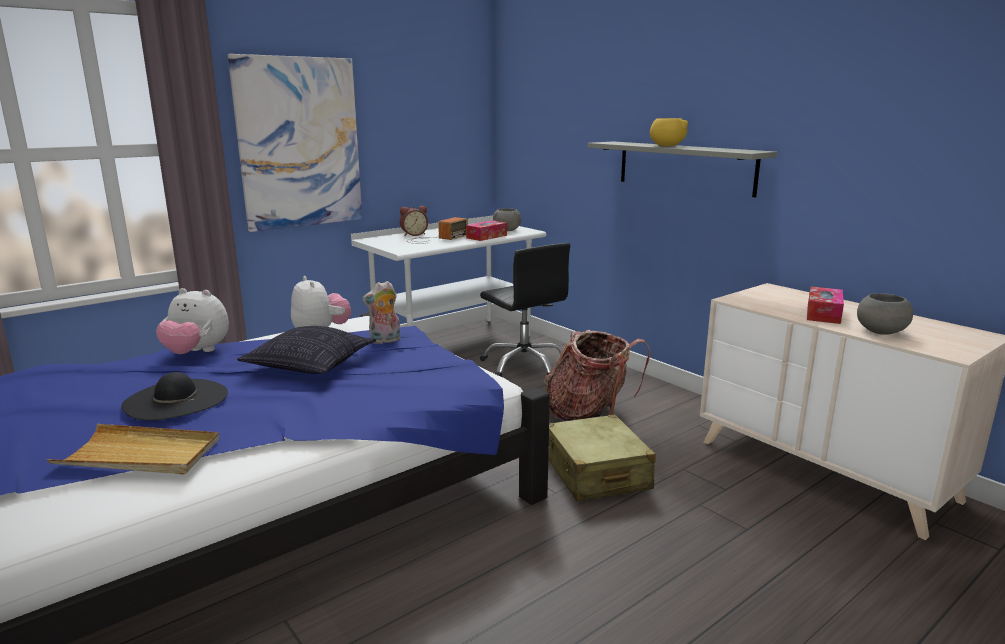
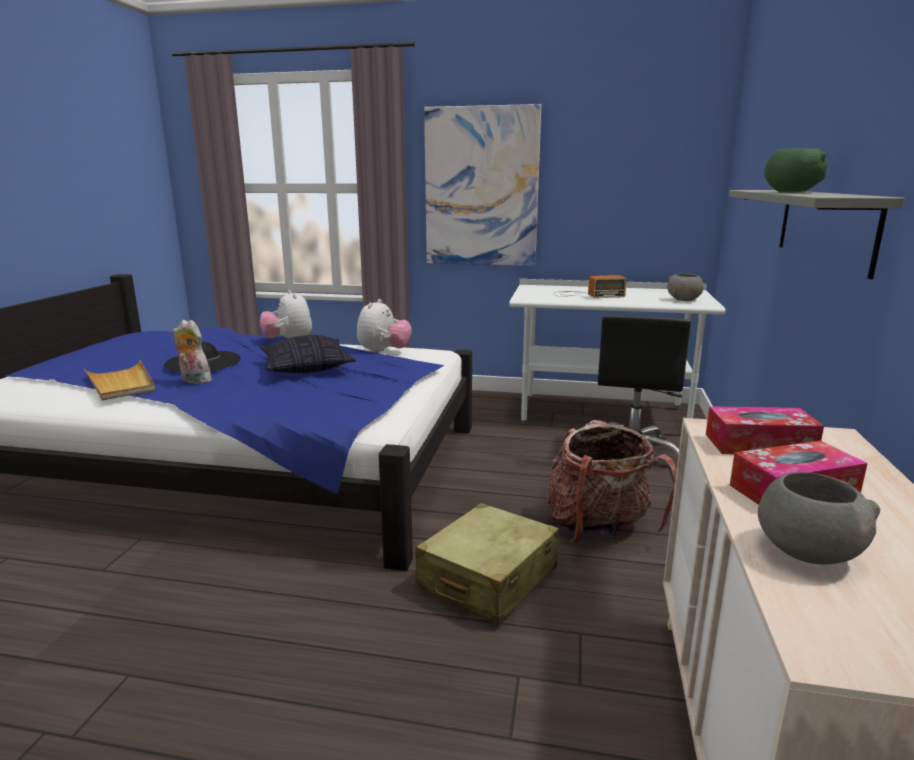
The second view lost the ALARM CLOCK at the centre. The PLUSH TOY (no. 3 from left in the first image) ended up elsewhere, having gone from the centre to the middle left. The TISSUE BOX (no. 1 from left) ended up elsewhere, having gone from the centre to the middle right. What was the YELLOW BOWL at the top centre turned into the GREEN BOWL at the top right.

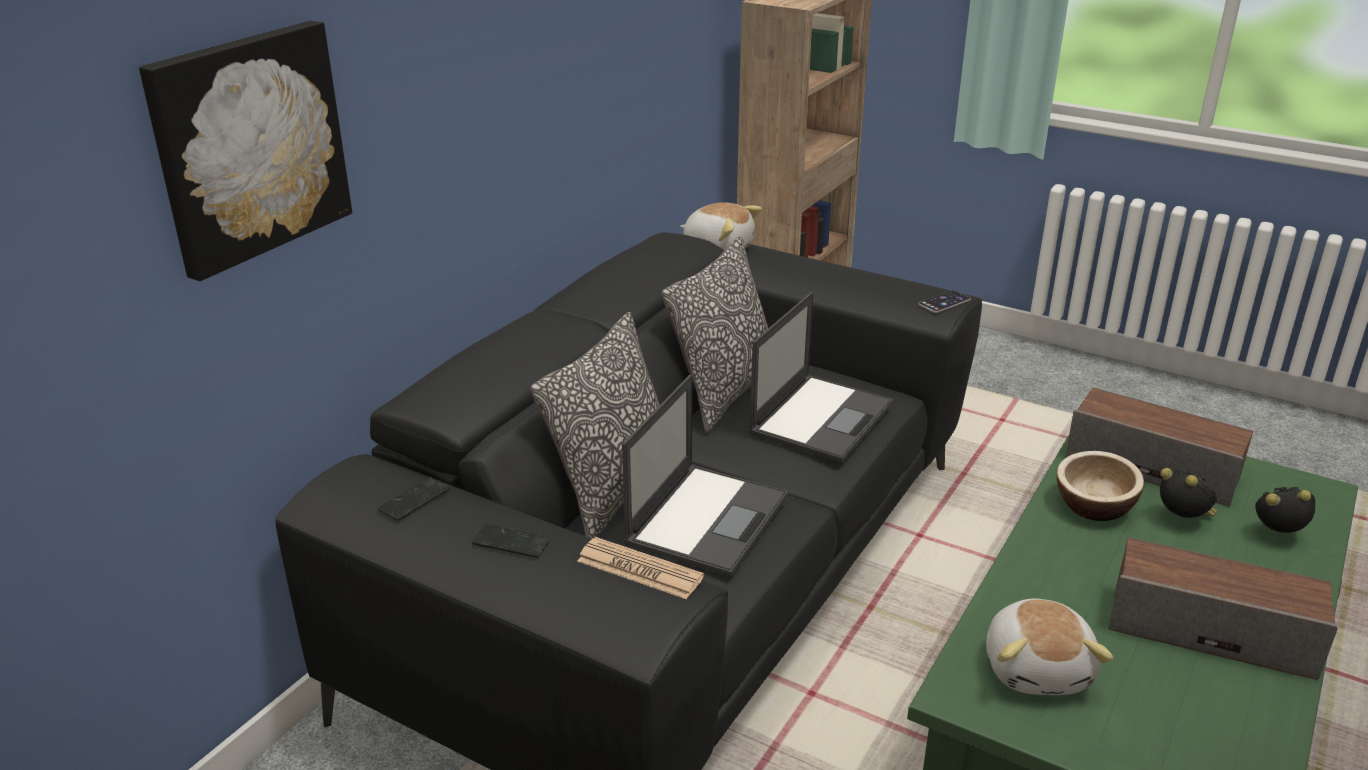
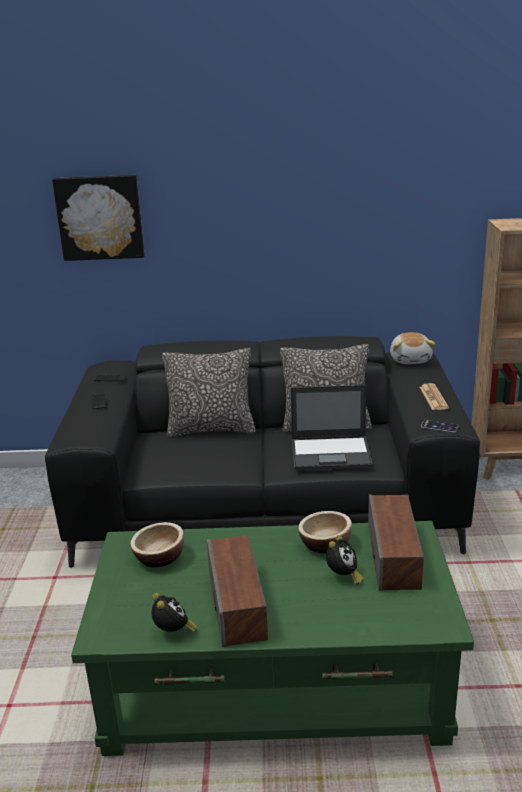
The second view lost the LAPTOP (no. 1 from left) at the centre. The NEWSPAPER ended up elsewhere, having gone from the bottom centre to the middle right. The ALARM CLOCK (no. 2 from left in the first image) ended up elsewhere, having gone from the middle right to the bottom centre. Where the PLUSH TOY (no. 2 from left) stood at the bottom right, the BOWL (no. 1 from left) came to stand at the bottom left.

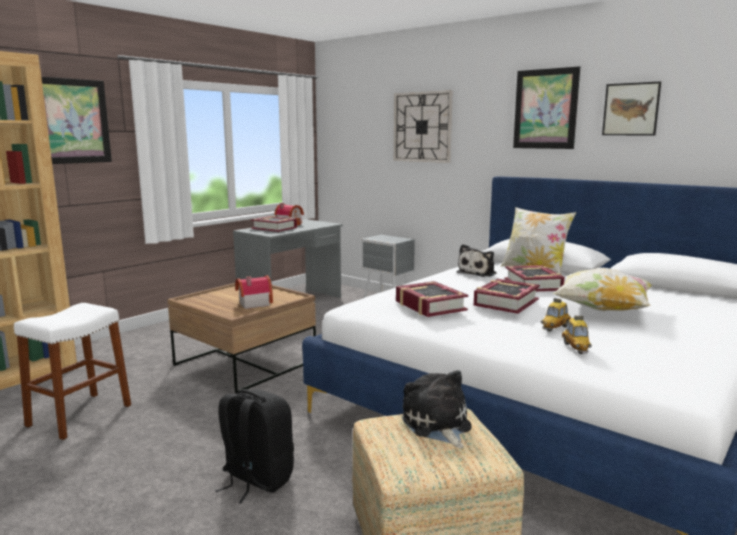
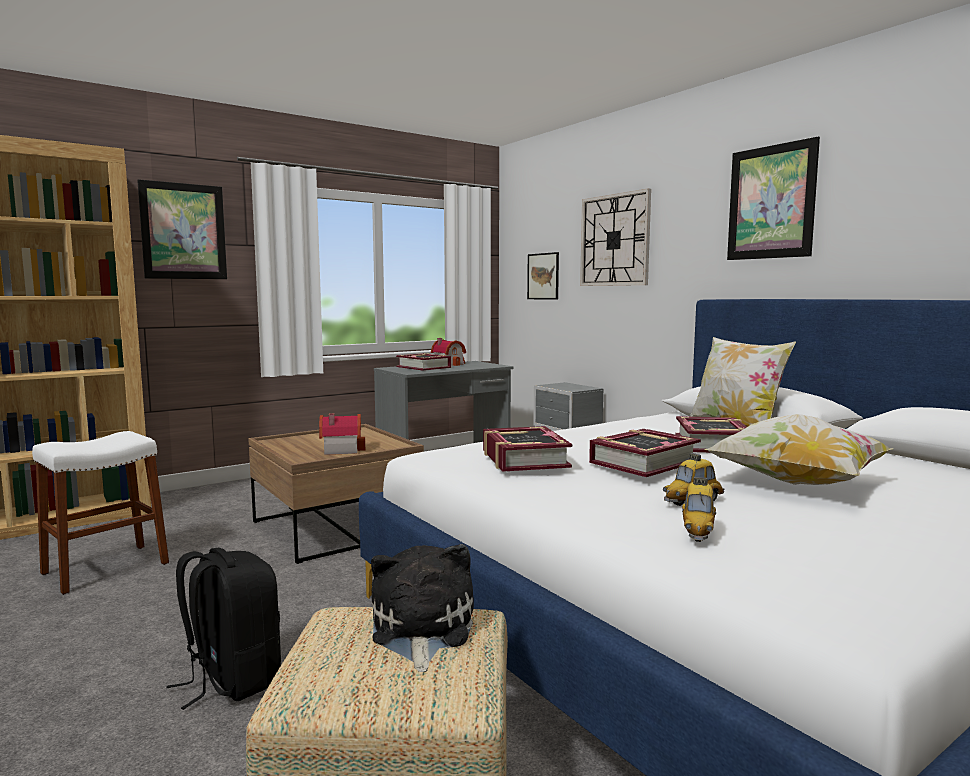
The second view lost the PLUSH TOY (no. 2 from left) at the centre. The PICTURE (no. 3 from left in the first image) ended up elsewhere, having gone from the top right to the centre.

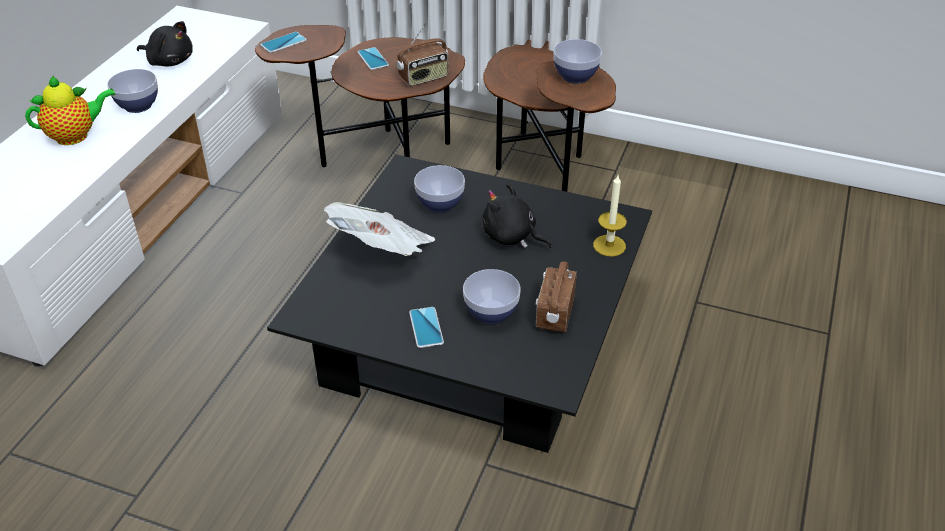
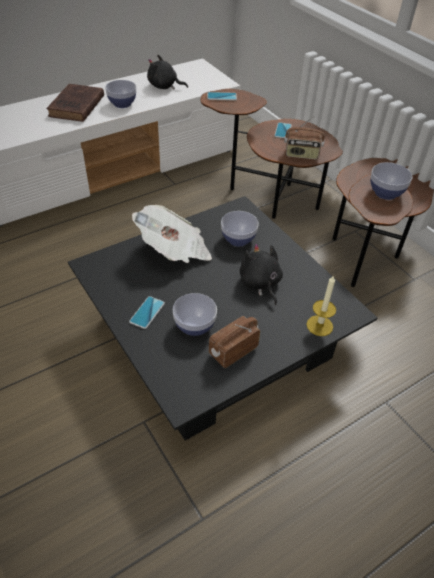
Where the TEAPOT stood at the top left, the BROWN BOOK came to stand at the top left. The BLACK PLUSH TOY (no. 1 from left) at the top left ended up facing another way, 135 degrees clockwise from before.

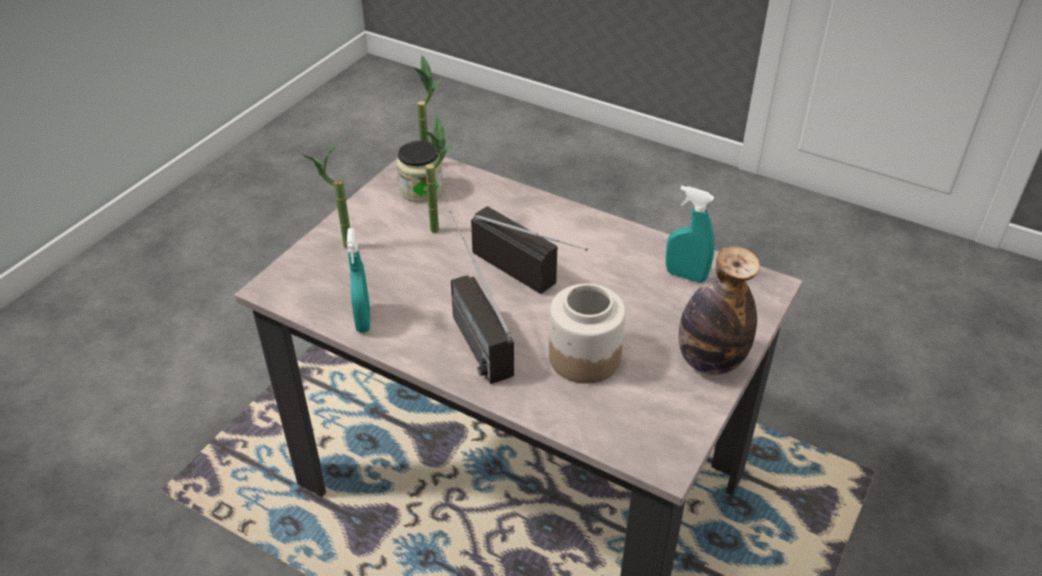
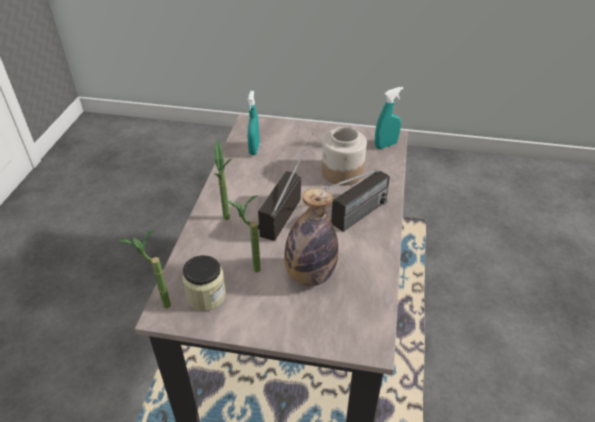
The POTTED PLANT (no. 1 from left in the first image) ended up elsewhere, having gone from the middle left to the centre. The TURQUOISE SPRAY BOTTLE (no. 1 from left in the first image) ended up elsewhere, having gone from the centre to the top centre. The BOTTLE ended up elsewhere, having gone from the middle right to the centre.

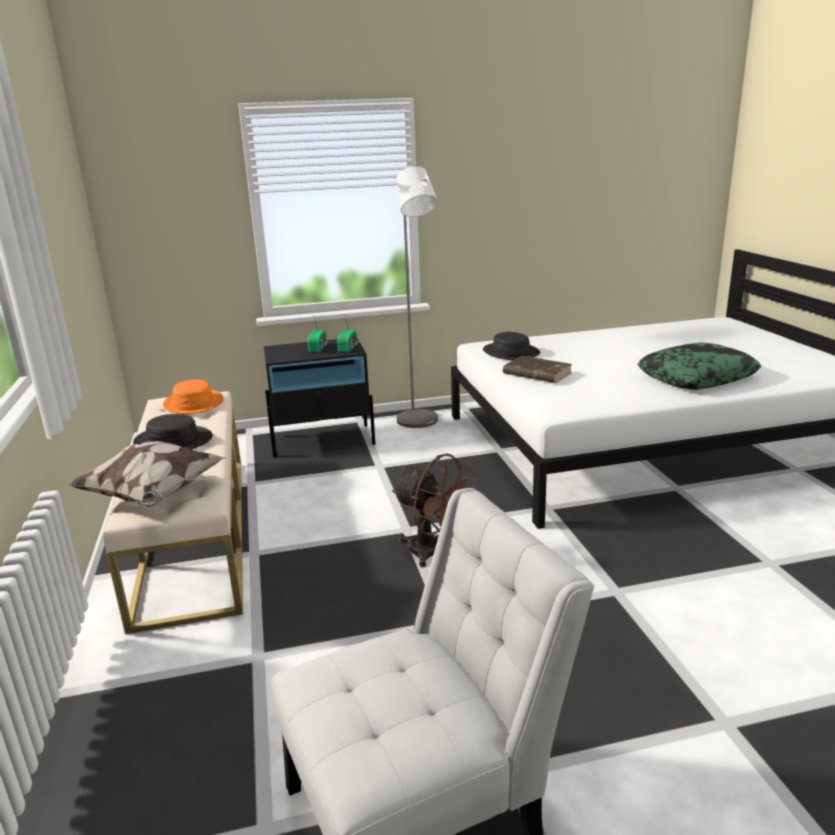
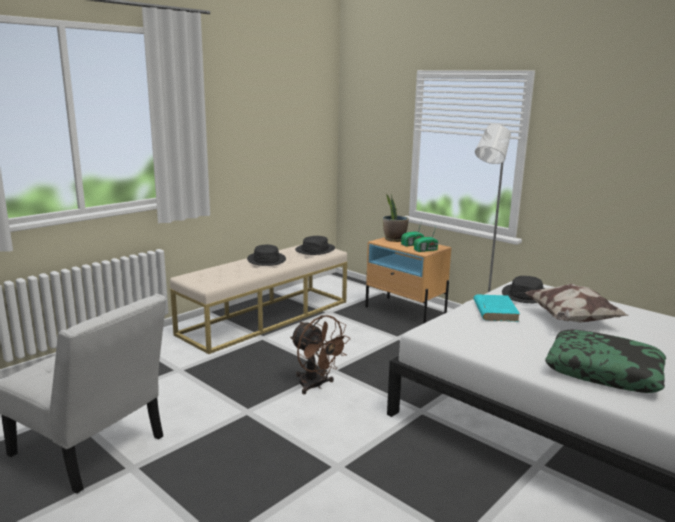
The second view gained the POTTED PLANT at the centre. The PILLOW (no. 1 from left) ended up elsewhere, having gone from the middle left to the middle right. What was the ORANGE HAT at the middle left turned into the BLACK HAT (no. 2 from left) at the centre. What was the BLACK NIGHTSTAND at the centre turned into the BEIGE NIGHTSTAND at the centre. What was the BROWN BOOK at the centre turned into the TURQUOISE BOOK at the middle right. The BROWN FAN at the centre ended up facing another way, 45 degrees counterclockwise from before.

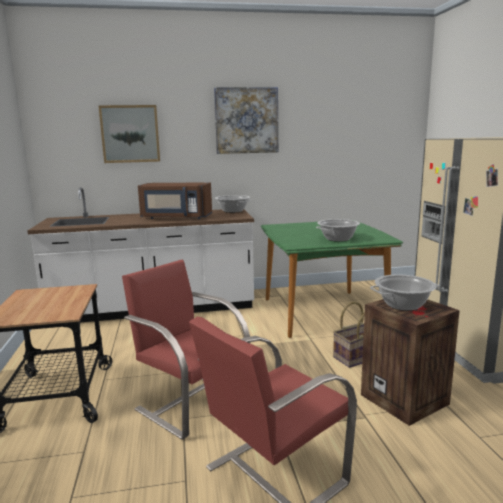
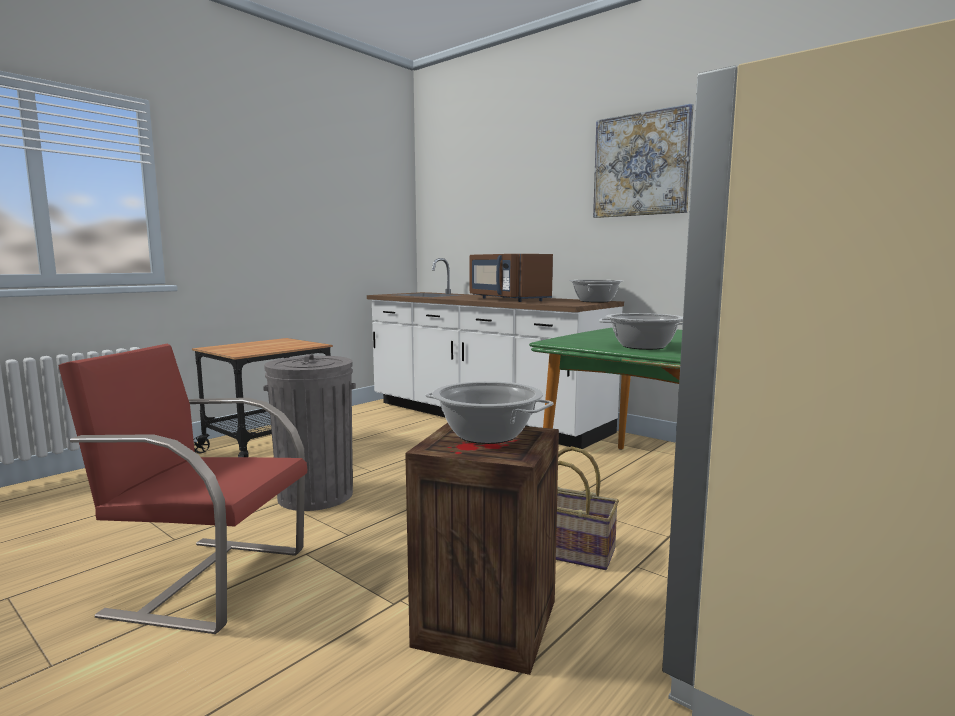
The second view lost the PICTURE (no. 1 from left) at the top left. Where the RED CHAIR (no. 1 from left) stood at the bottom centre, the GREY TRASH CAN came to stand at the middle left.

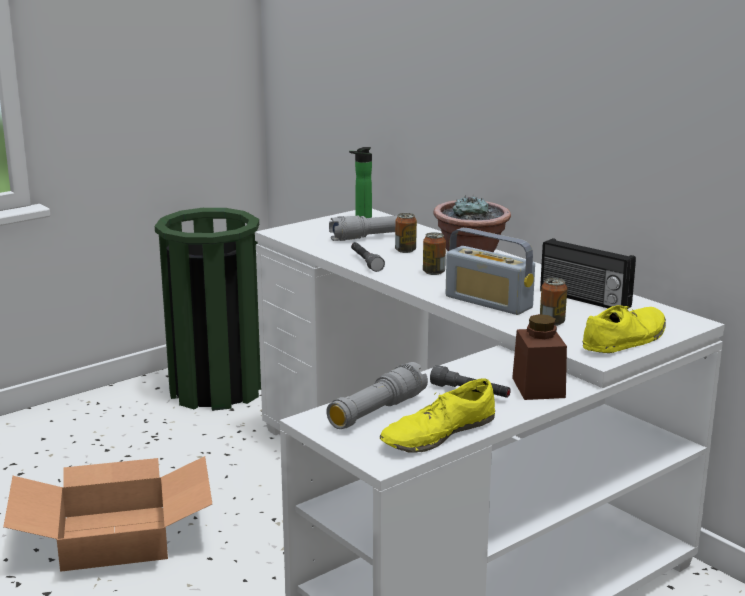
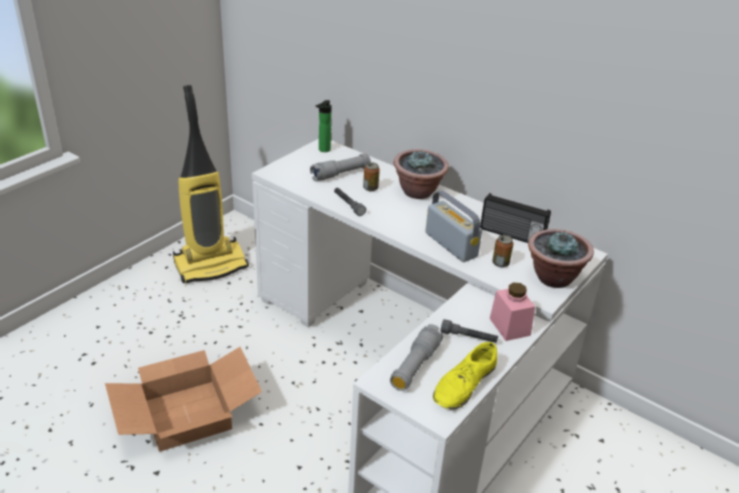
The second view lost the CAN (no. 2 from left) at the centre. Where the GREEN TRASH CAN stood at the middle left, the VACUUM CLEANER came to stand at the middle left. Where the YELLOW SHOE (no. 2 from left) stood at the middle right, the POTTED PLANT (no. 2 from left) came to stand at the middle right. What was the BROWN JAR at the middle right turned into the PINK JAR at the middle right. The RADIO (no. 1 from left) at the centre ended up facing another way, 150 degrees counterclockwise from before.

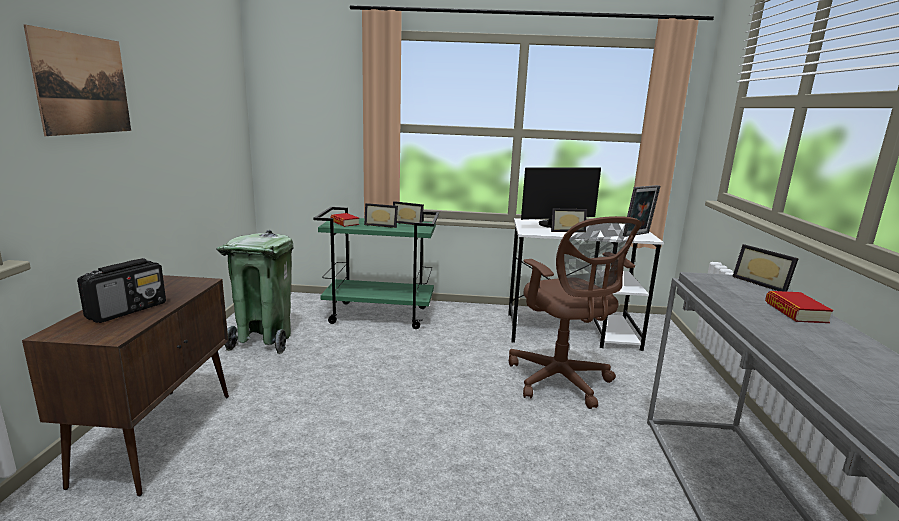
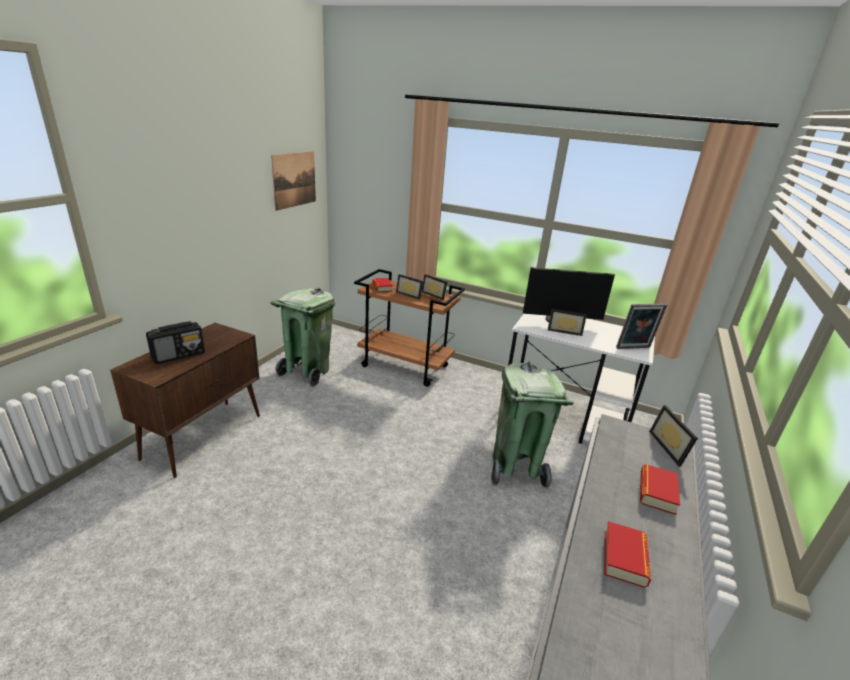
The second view gained the BOOK (no. 2 from left) at the bottom right. The PICTURE ended up elsewhere, having gone from the top left to the top centre. Where the BROWN OFFICE CHAIR stood at the centre, the GREEN TRASH CAN (no. 2 from left) came to stand at the centre. What was the GREEN CART at the centre turned into the BROWN CART at the centre.

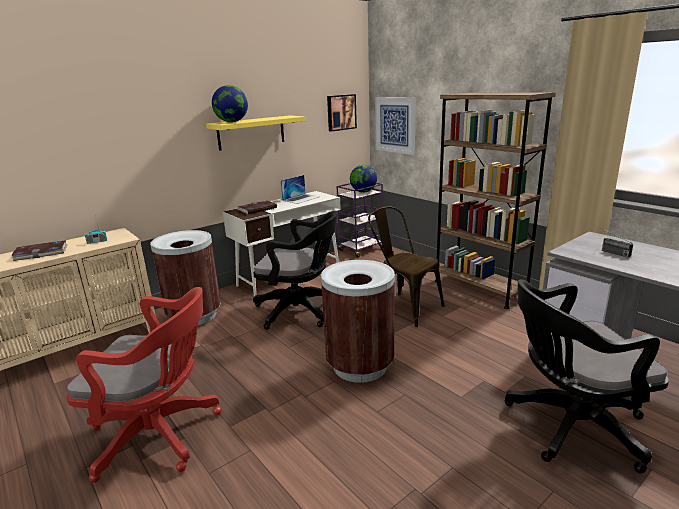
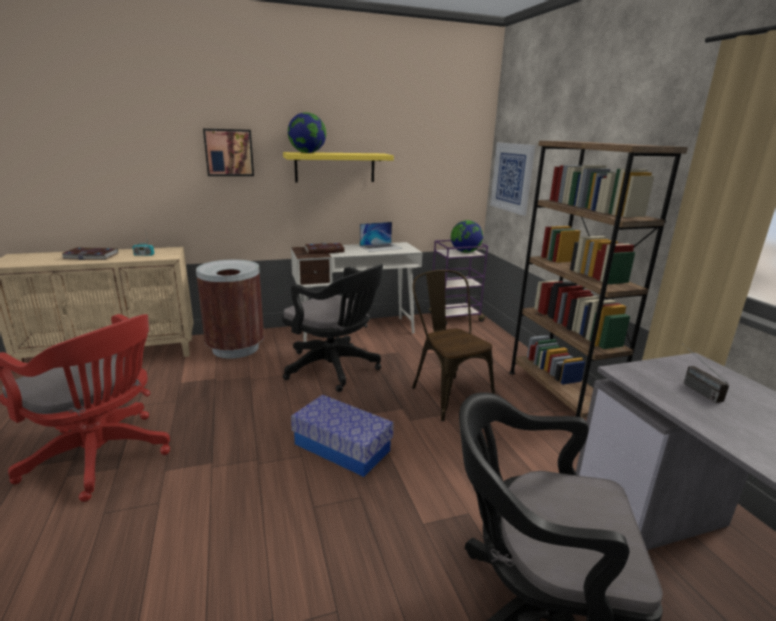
The PICTURE (no. 1 from left) ended up elsewhere, having gone from the top centre to the top left. Where the BROWN TRASH CAN (no. 2 from left) stood at the centre, the STORAGE BOX came to stand at the bottom centre.

